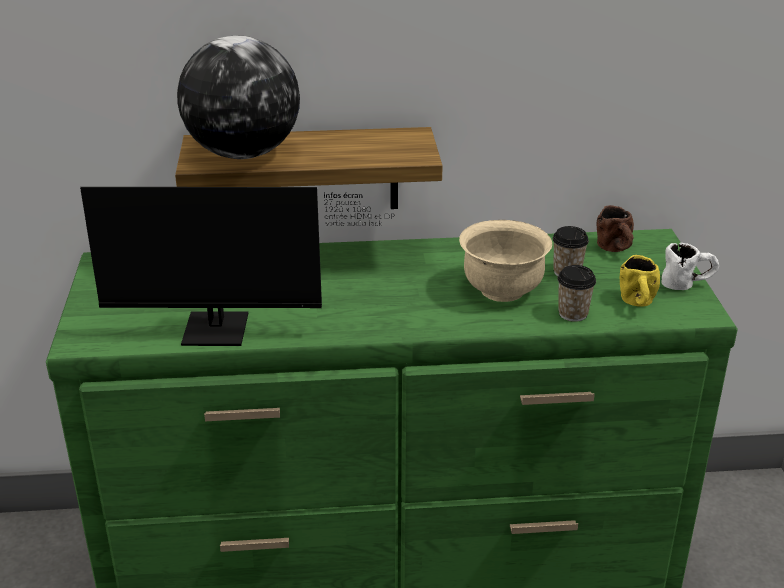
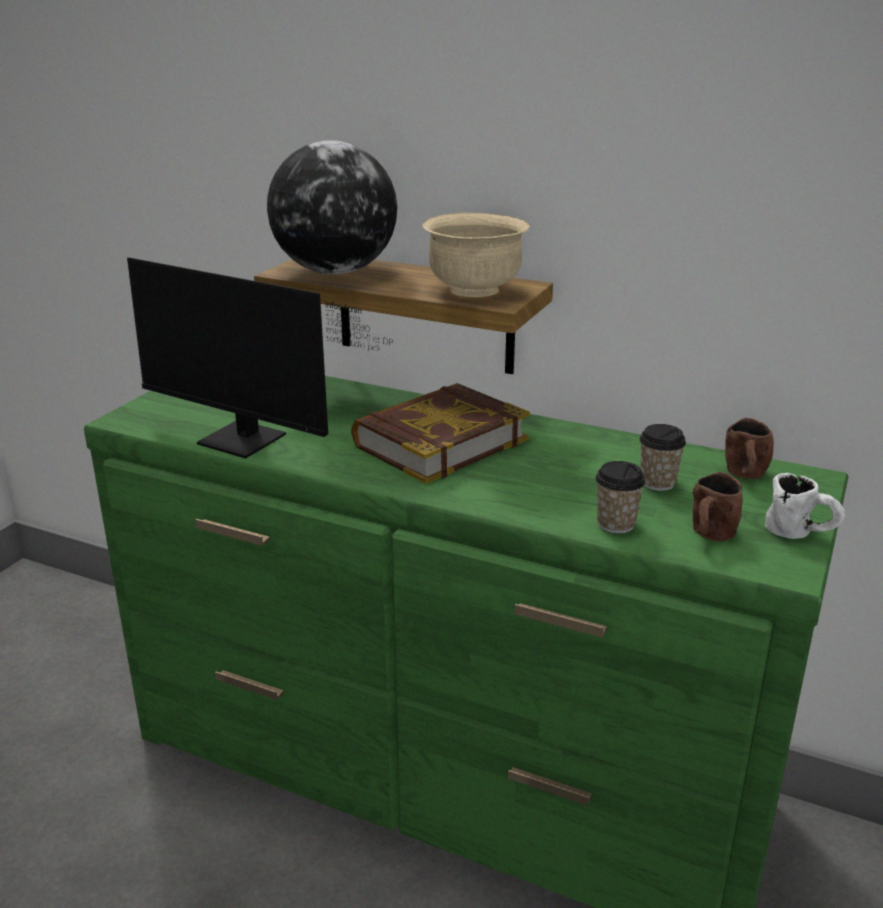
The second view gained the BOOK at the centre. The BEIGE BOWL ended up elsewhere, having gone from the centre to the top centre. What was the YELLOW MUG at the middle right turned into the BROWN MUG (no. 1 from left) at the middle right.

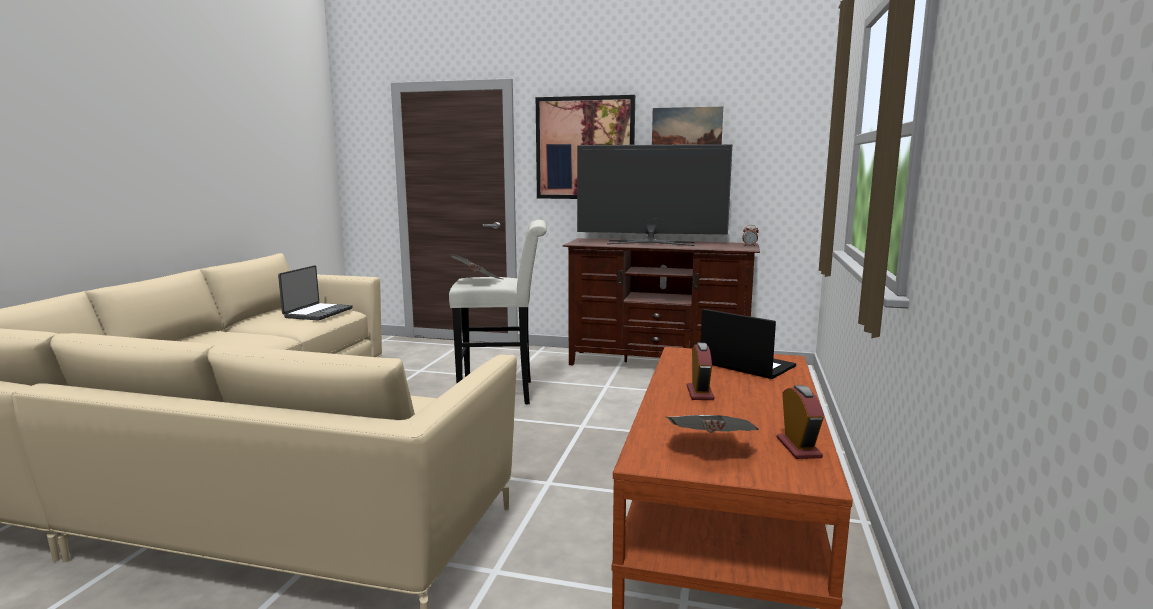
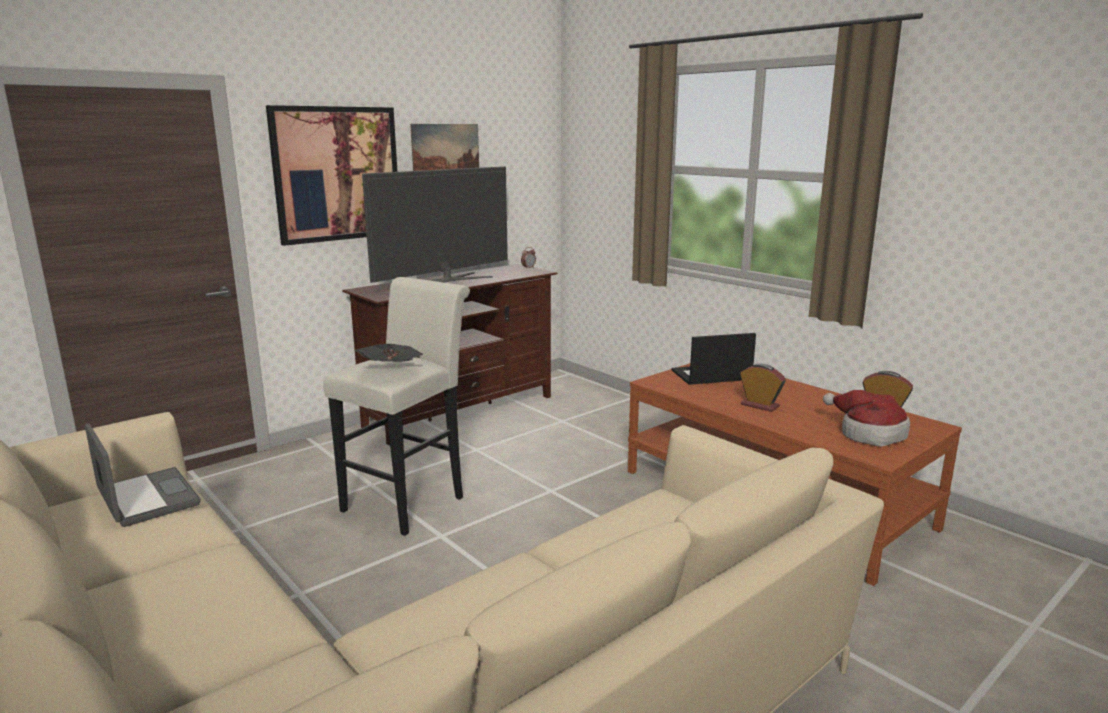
Where the NEWSPAPER (no. 2 from left) stood at the bottom centre, the HAT came to stand at the middle right.

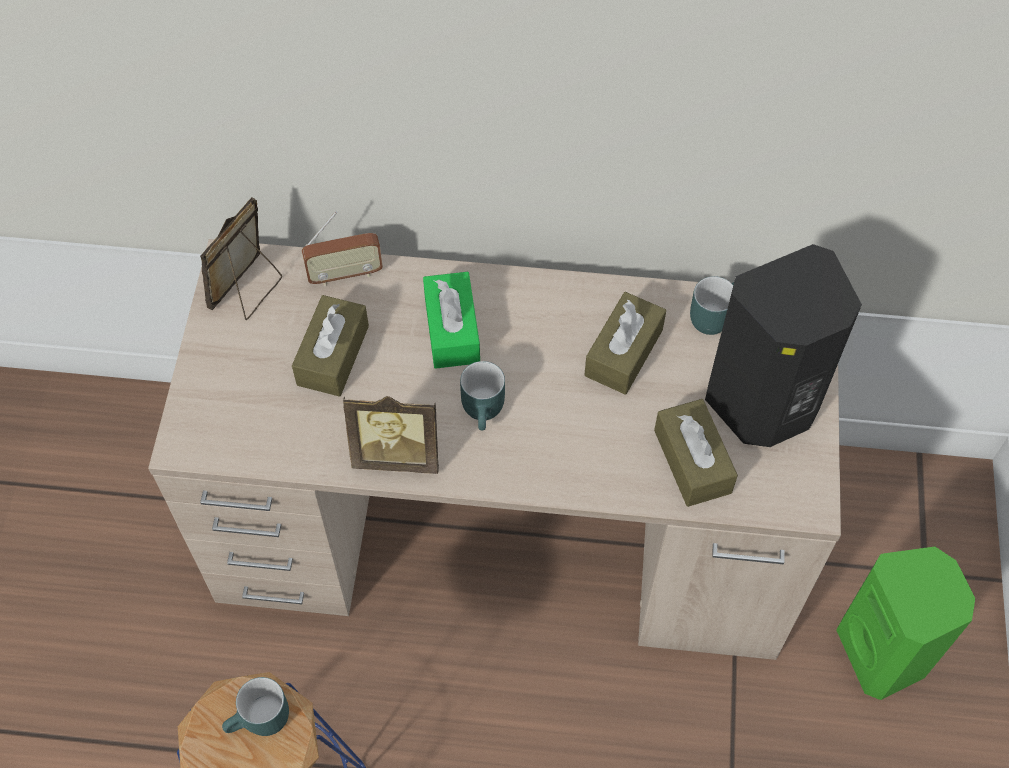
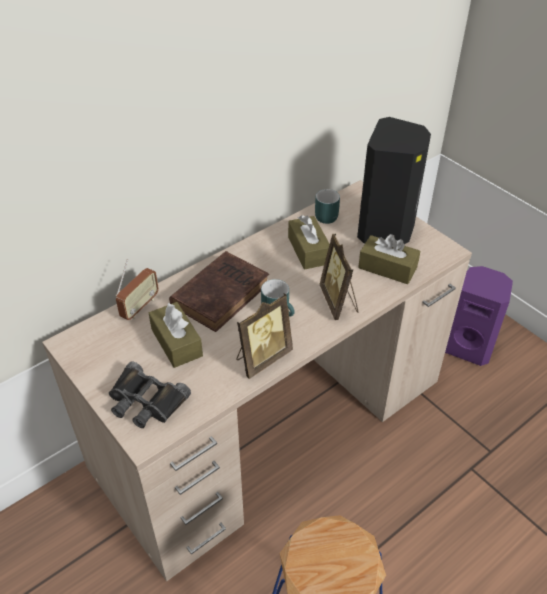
The second view lost the TURQUOISE MUG (no. 1 from left) at the bottom left. The second view gained the BLACK BINOCULARS at the middle left. The PICTURE FRAME (no. 1 from left in the first image) ended up elsewhere, having gone from the middle left to the centre. Where the GREEN TISSUE BOX stood at the centre, the BROWN BOOK came to stand at the centre. What was the GREEN SPEAKER at the bottom right turned into the PURPLE SPEAKER at the middle right.

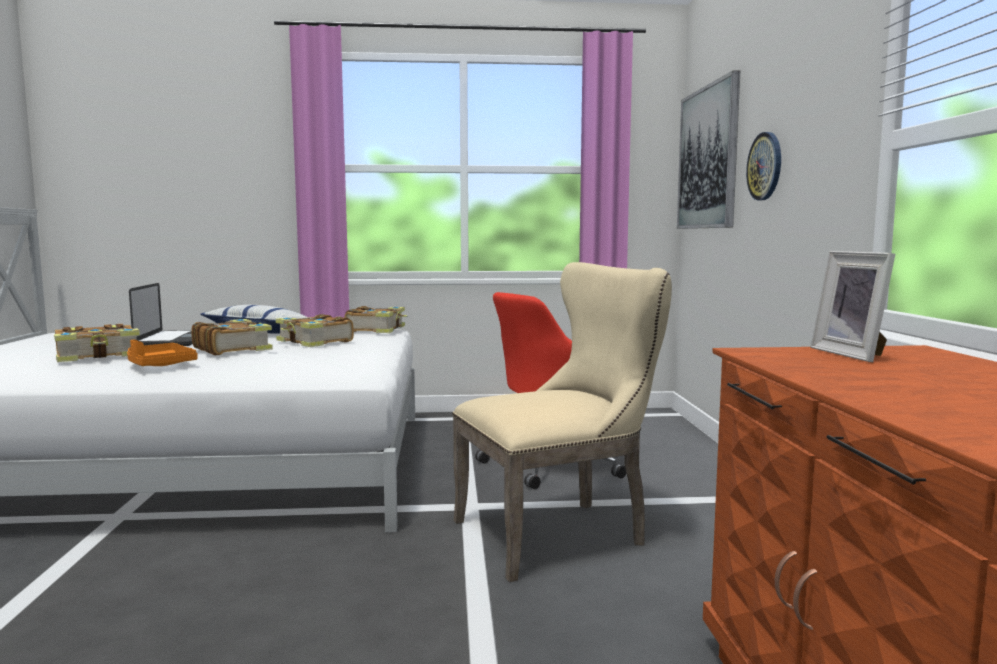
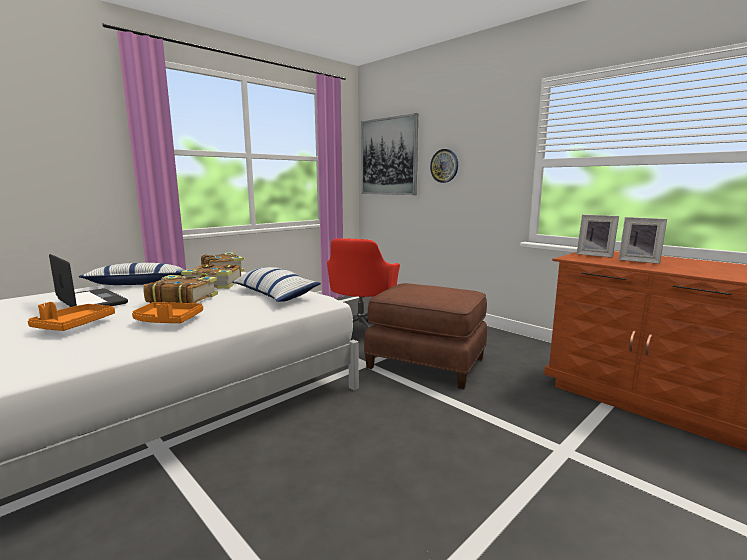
The second view gained the PILLOW (no. 2 from left) at the centre. The second view gained the PICTURE FRAME (no. 2 from left) at the middle right. Where the BOOK (no. 1 from left) stood at the middle left, the ORANGE TRAY (no. 1 from left) came to stand at the middle left. Where the BEIGE CHAIR stood at the centre, the BROWN OTTOMAN came to stand at the centre.

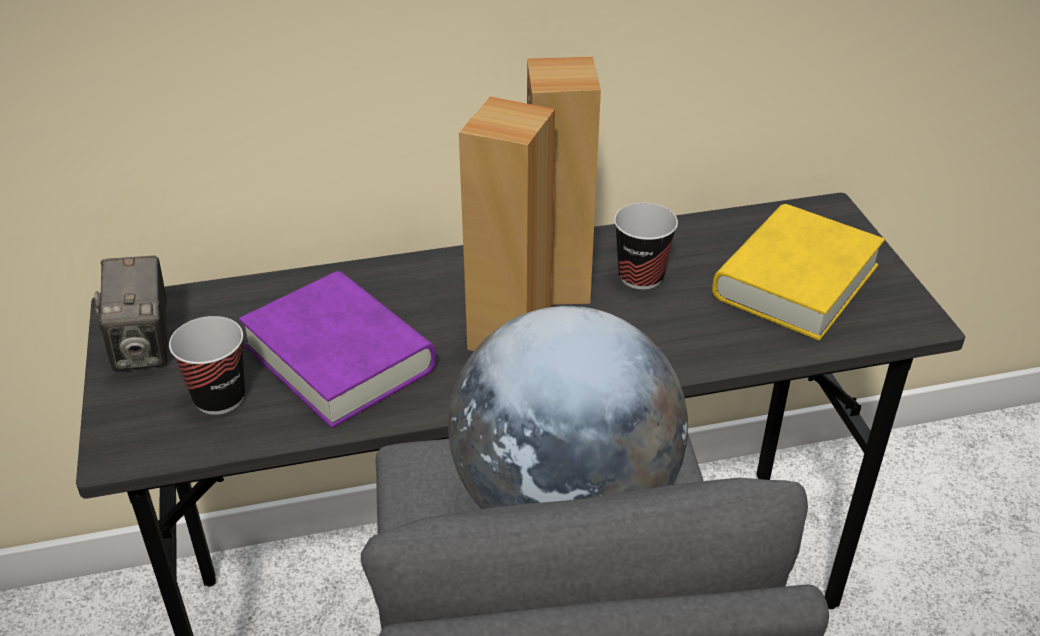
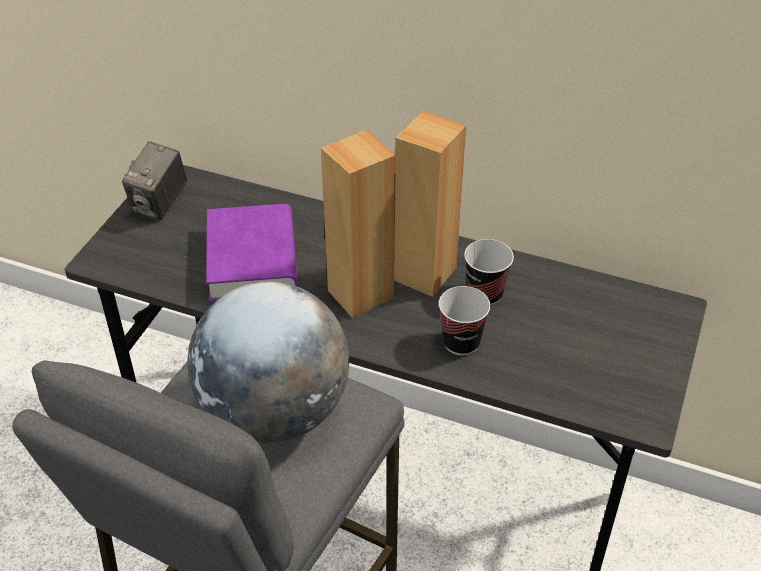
The second view lost the YELLOW BOOK at the middle right. The CUP (no. 1 from left) ended up elsewhere, having gone from the middle left to the centre.

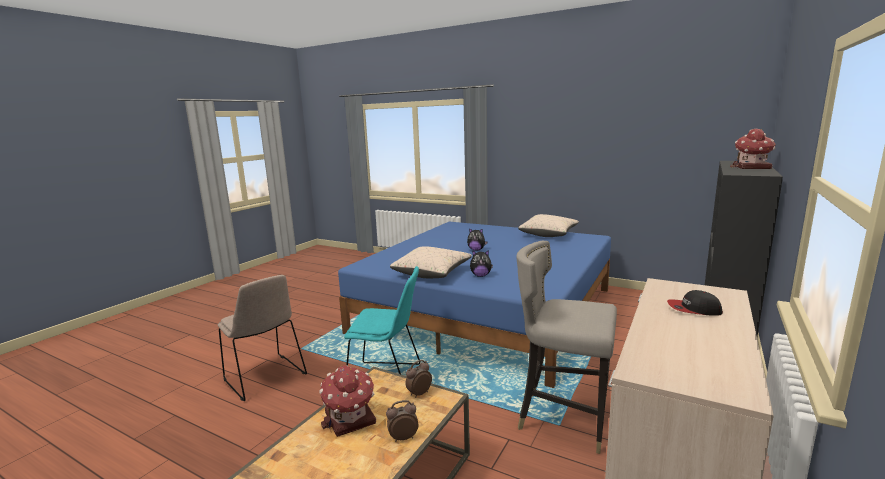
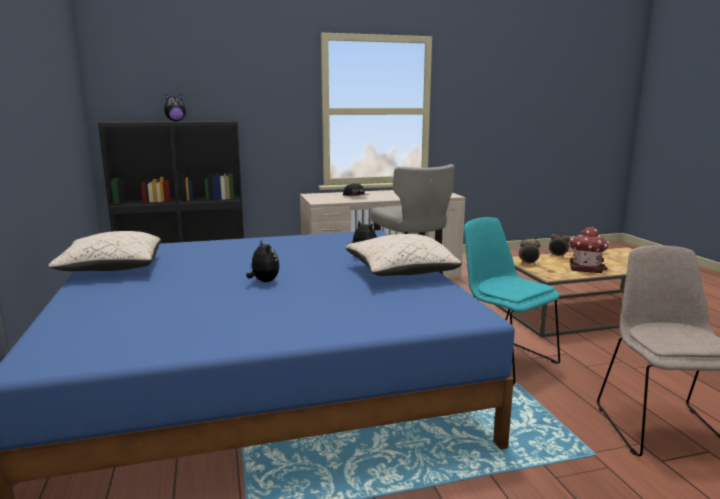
Where the TOY HOUSE (no. 2 from left) stood at the top right, the PLUSH TOY (no. 1 from left) came to stand at the top left.

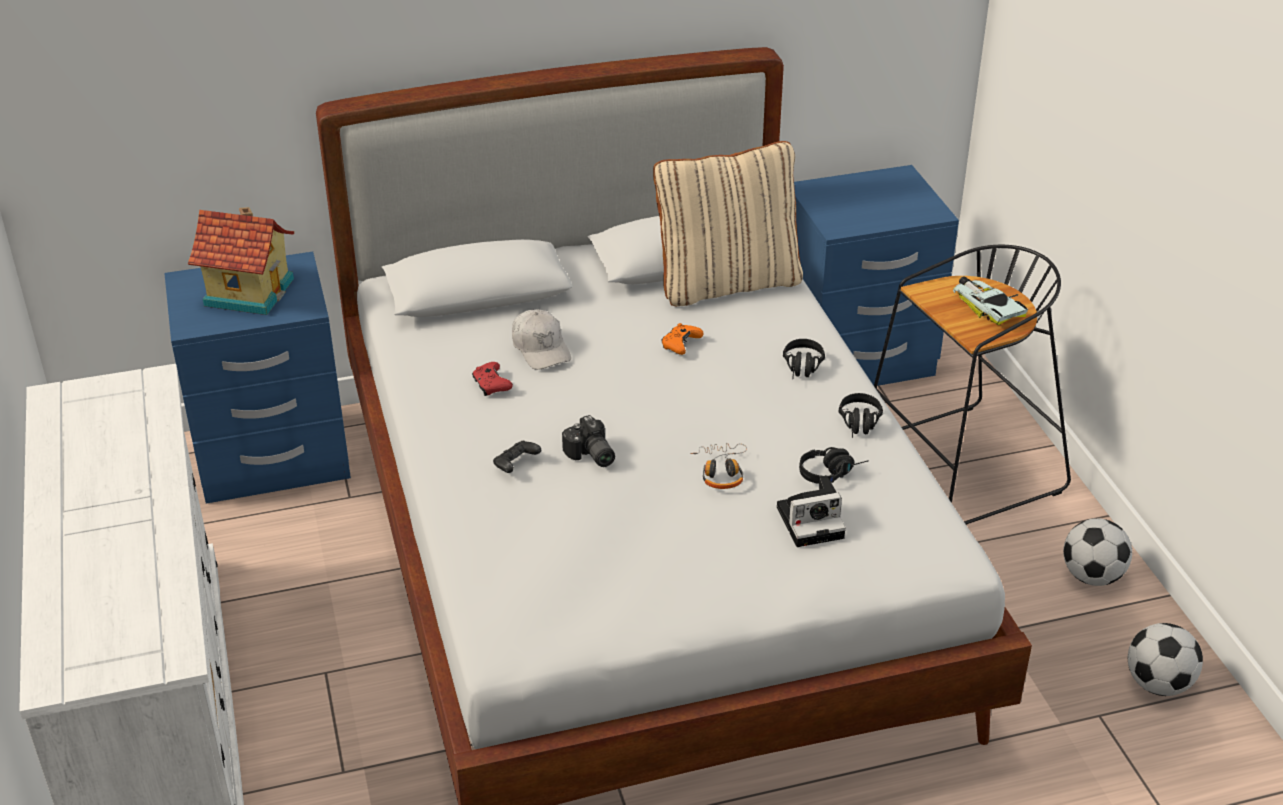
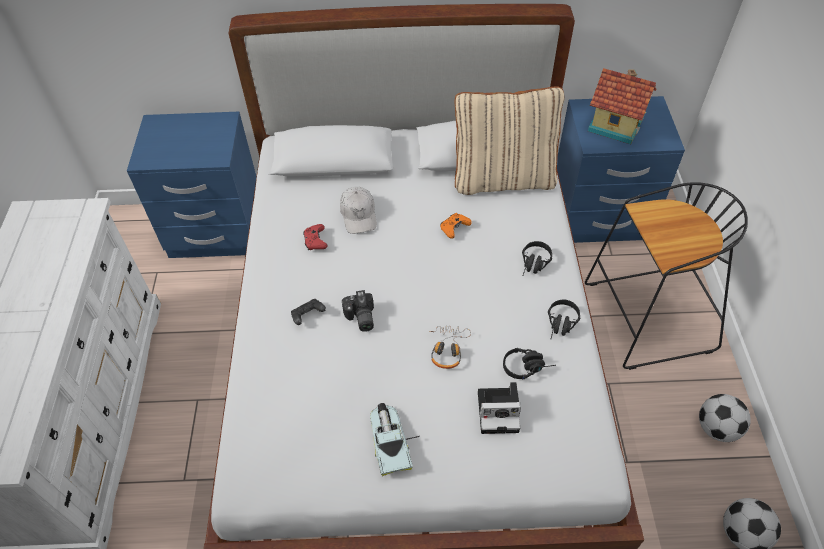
The TOY HOUSE ended up elsewhere, having gone from the top left to the top right. The TOY CAR ended up elsewhere, having gone from the middle right to the bottom centre.

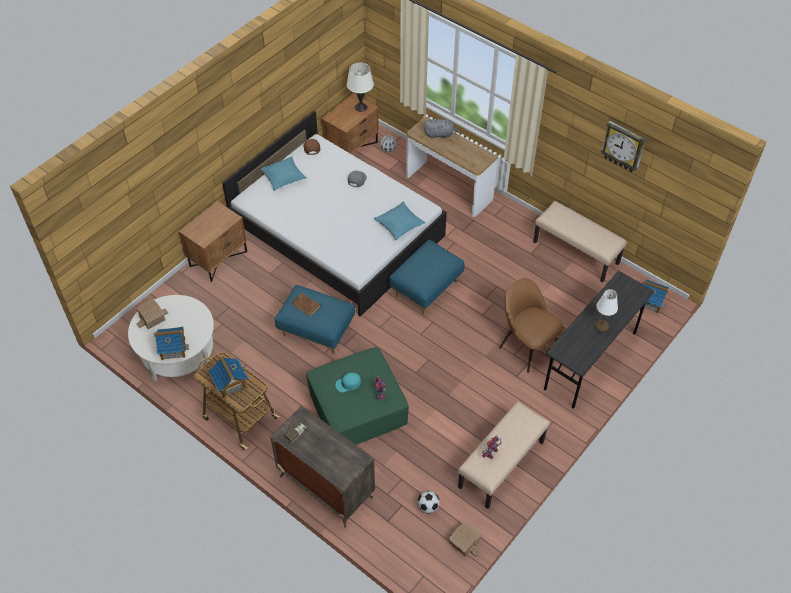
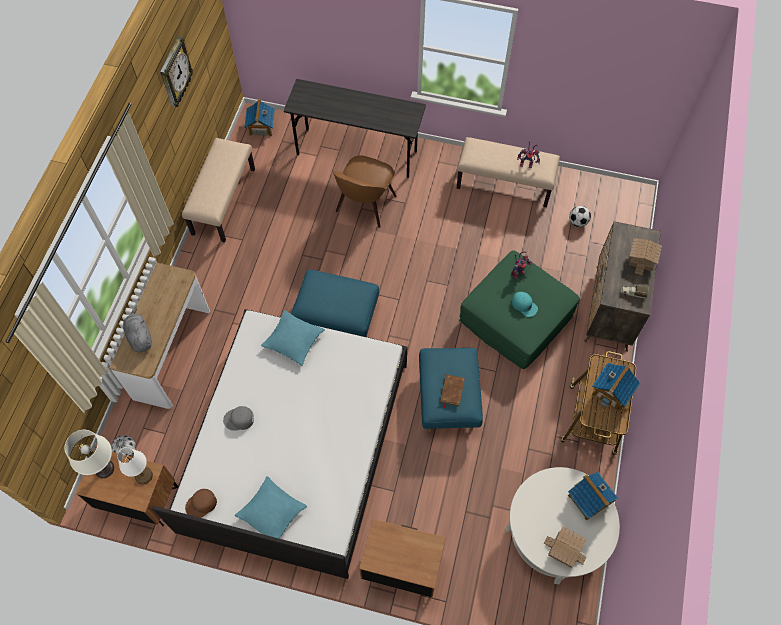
The TOY HOUSE (no. 4 from left in the first image) ended up elsewhere, having gone from the bottom centre to the middle right. The WHITE TABLE LAMP (no. 2 from left) ended up elsewhere, having gone from the middle right to the bottom left.

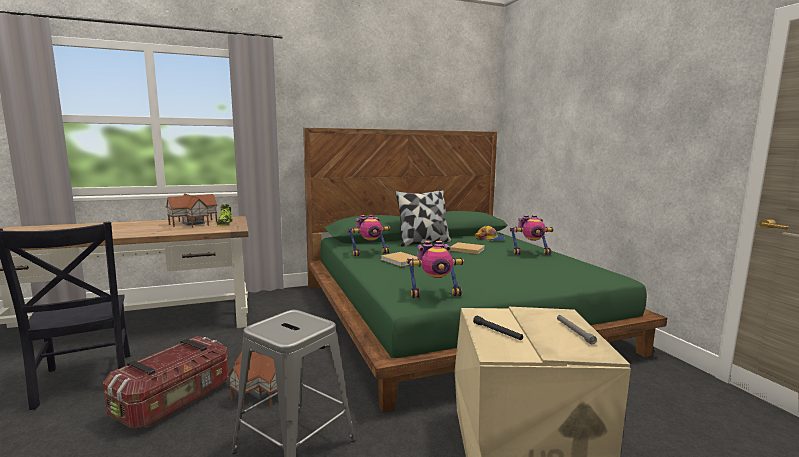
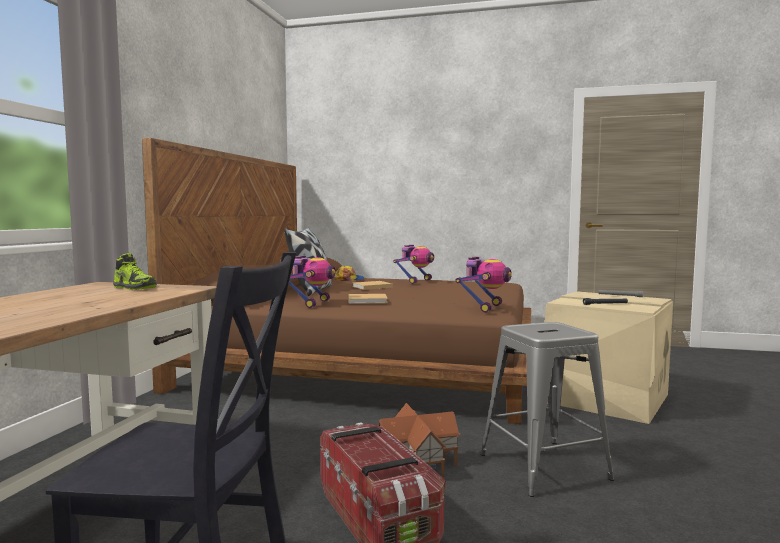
The second view lost the TOY HOUSE (no. 1 from left) at the middle left. What was the GREEN BED at the centre turned into the BROWN BED at the centre.

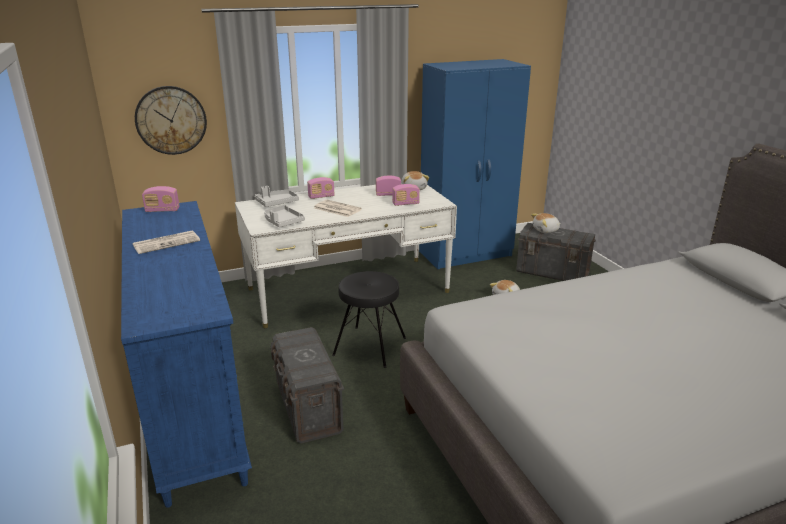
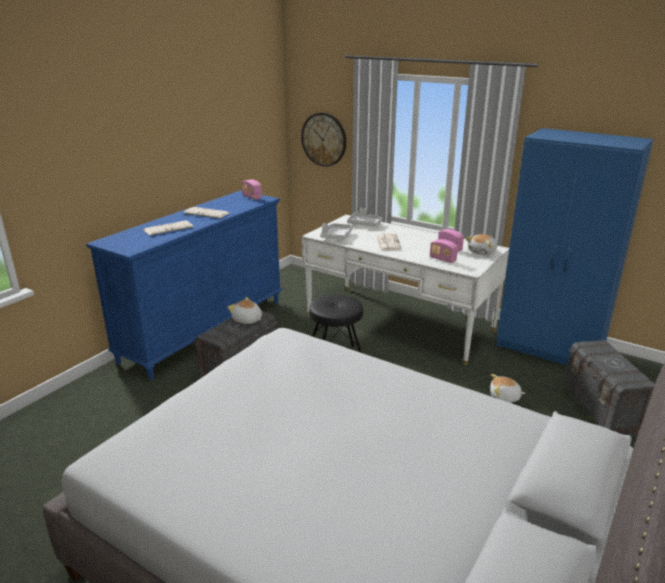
The second view lost the RADIO (no. 2 from left) at the centre. The second view gained the NEWSPAPER (no. 1 from left) at the middle left. The PLUSH TOY (no. 3 from left in the first image) ended up elsewhere, having gone from the middle right to the centre.

